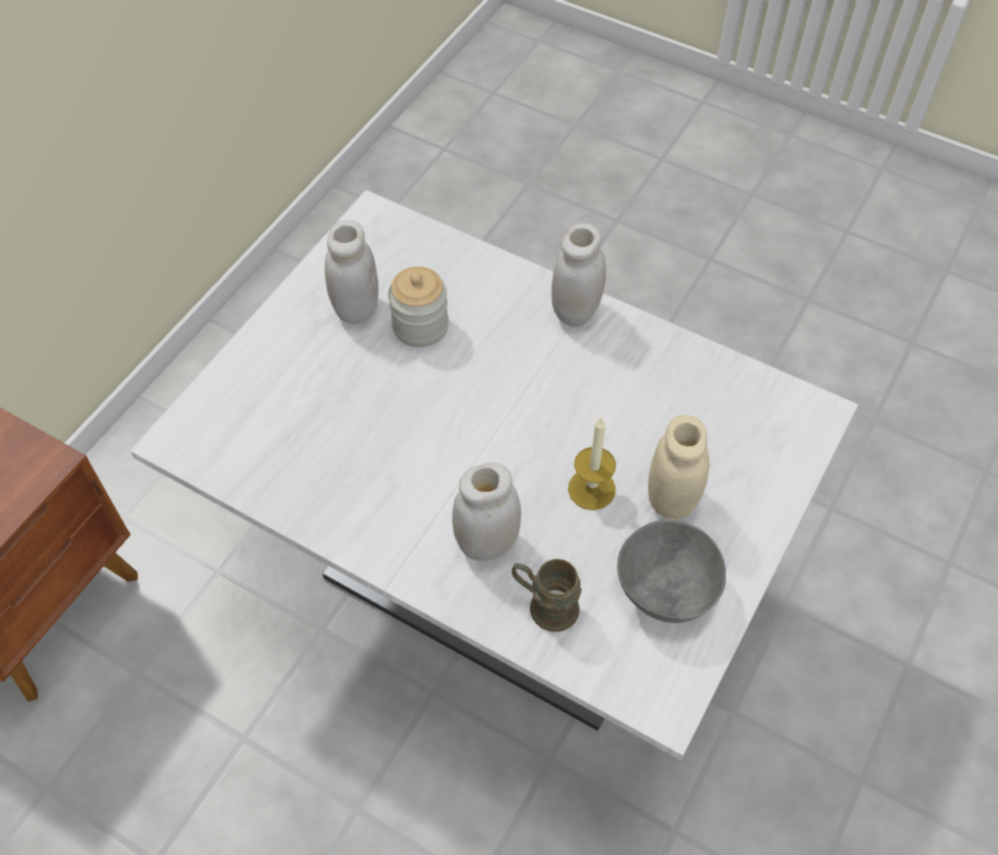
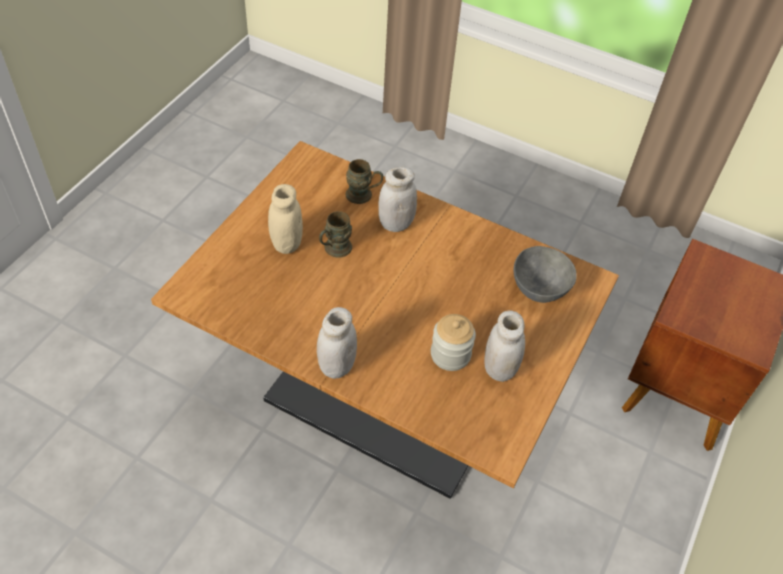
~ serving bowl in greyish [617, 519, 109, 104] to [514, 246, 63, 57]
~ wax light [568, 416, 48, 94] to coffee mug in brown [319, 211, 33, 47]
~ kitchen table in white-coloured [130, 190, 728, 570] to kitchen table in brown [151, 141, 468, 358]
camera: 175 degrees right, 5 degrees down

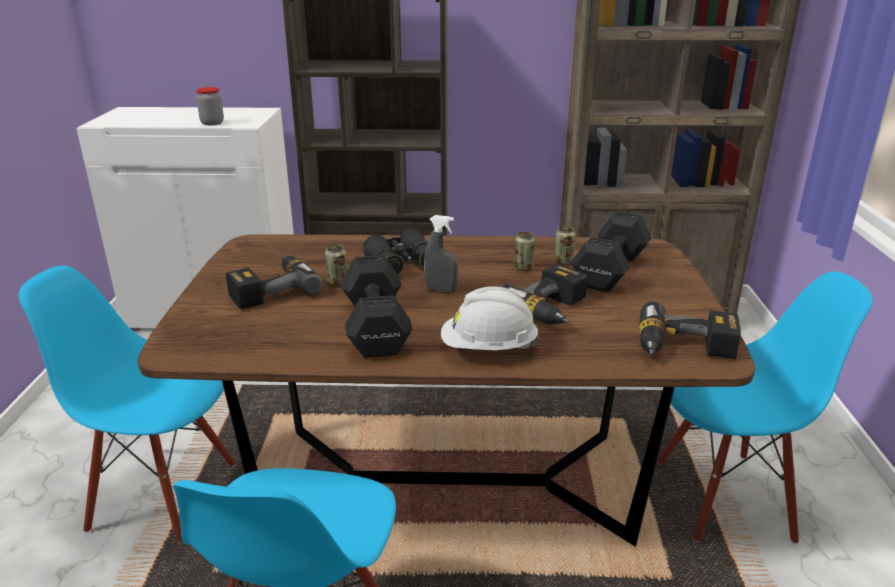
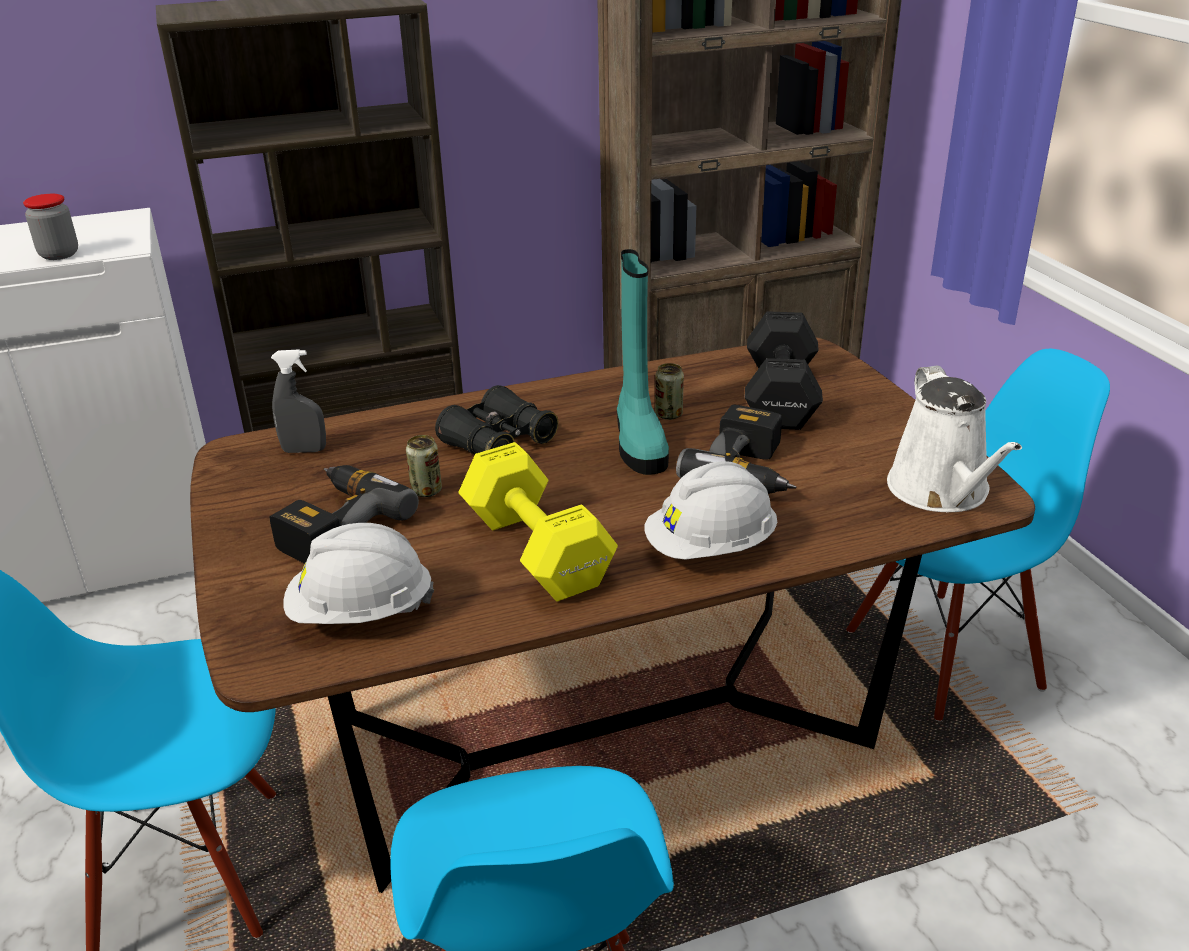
- can [554, 226, 22, 38]
+ safety helmet in white-coloured [283, 523, 151, 101]
+ high-top boot in blue-green [617, 249, 52, 226]
~ spray bottle in greyish [424, 215, 34, 77] to [271, 349, 55, 104]
~ electric drill [639, 301, 102, 58] to watering can in white-coloured [887, 366, 135, 146]
~ free weight in blackish [341, 255, 72, 103] to free weight in yellow [458, 442, 160, 159]
camera: 20 degrees left, 5 degrees up

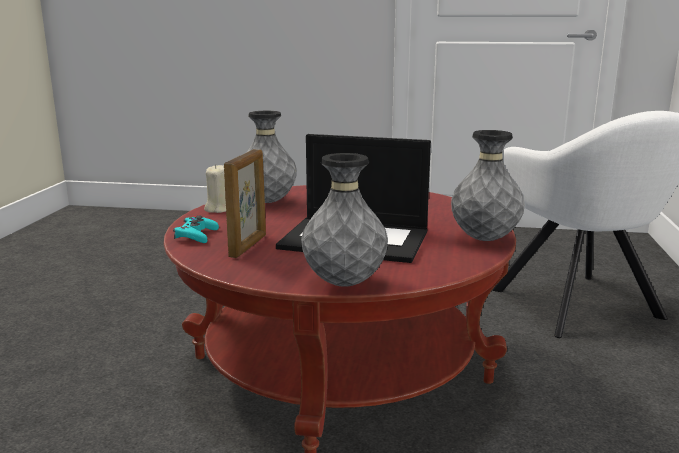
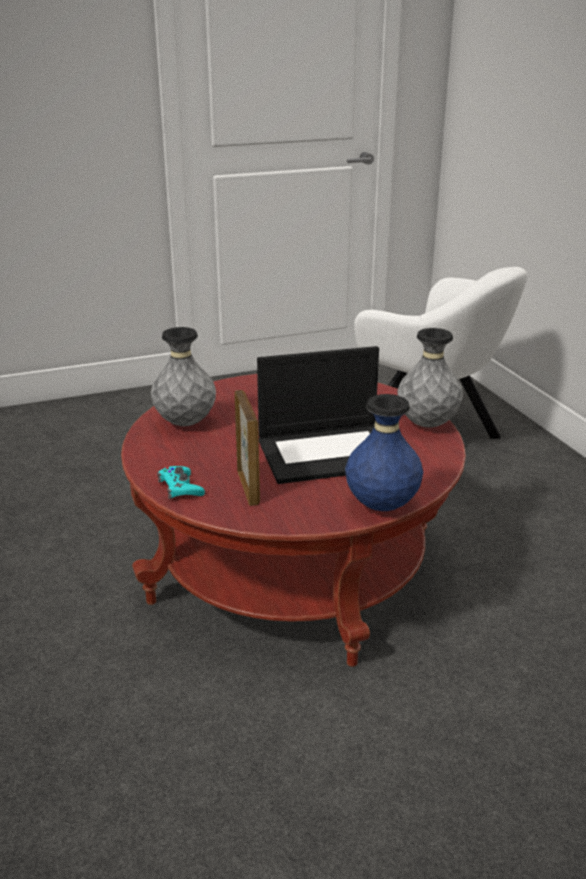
- wax light in sand-coloured [204, 164, 22, 49]
~ vase in greyish [301, 153, 87, 134] to vase in blue-coloured [345, 394, 78, 117]
camera: 30 degrees left, 10 degrees up

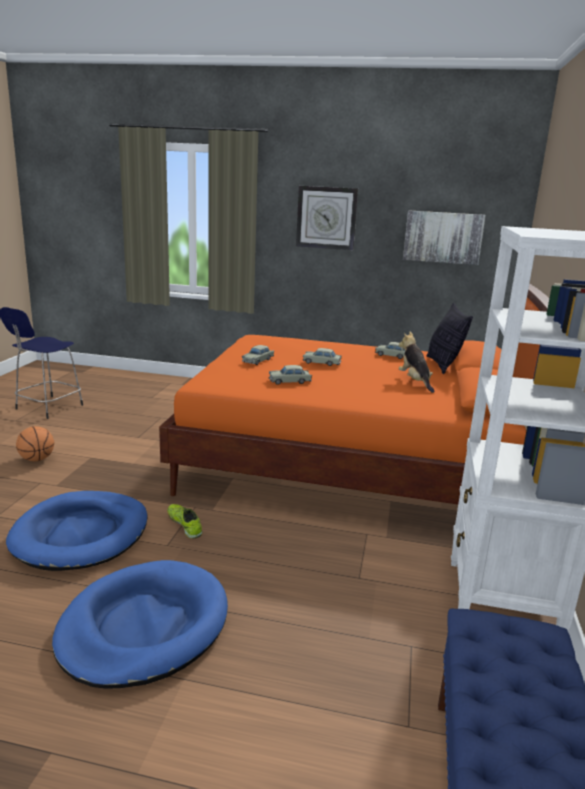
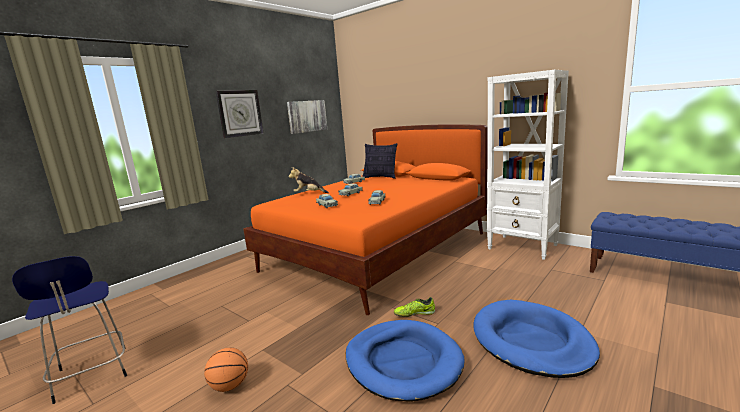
~ cuddly toy [399, 332, 36, 61] to [289, 167, 40, 26]
camera: 60 degrees left, 5 degrees down

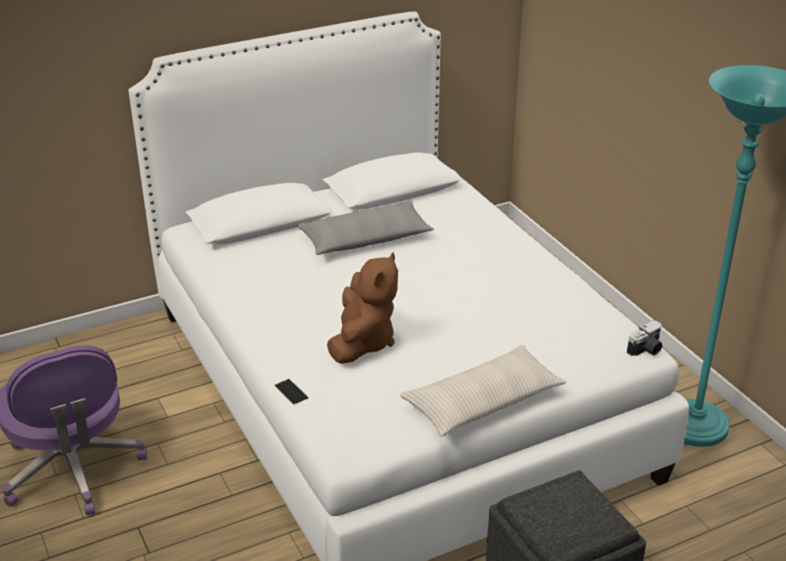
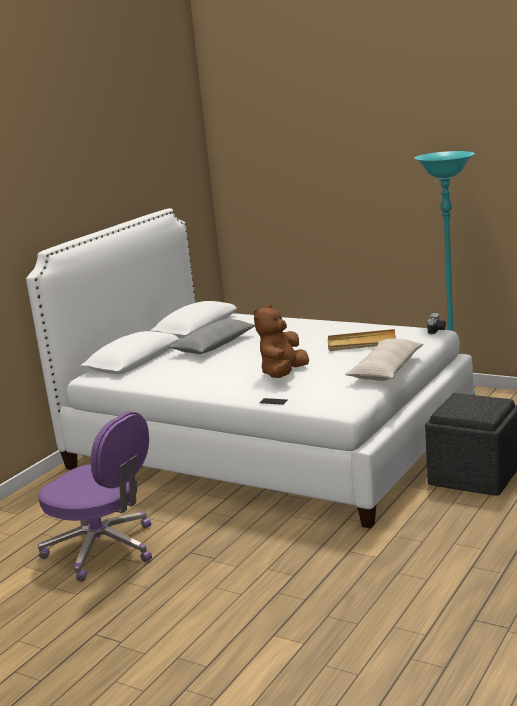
+ carrying tray in sand-coloured [328, 329, 68, 22]
~ cuddly toy in brown [327, 252, 71, 112] = [254, 304, 55, 74] 135 degrees counterclockwise
camera: 30 degrees left, 15 degrees down

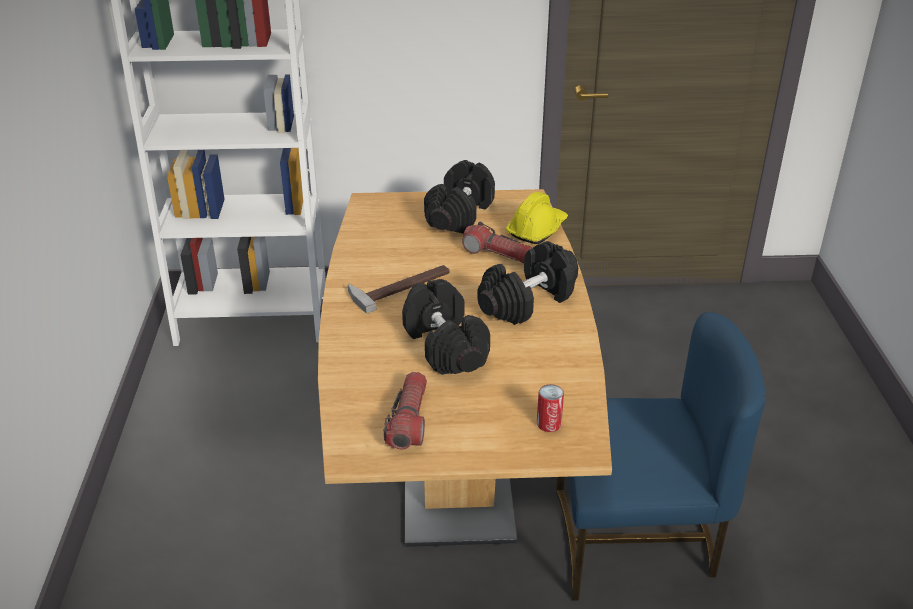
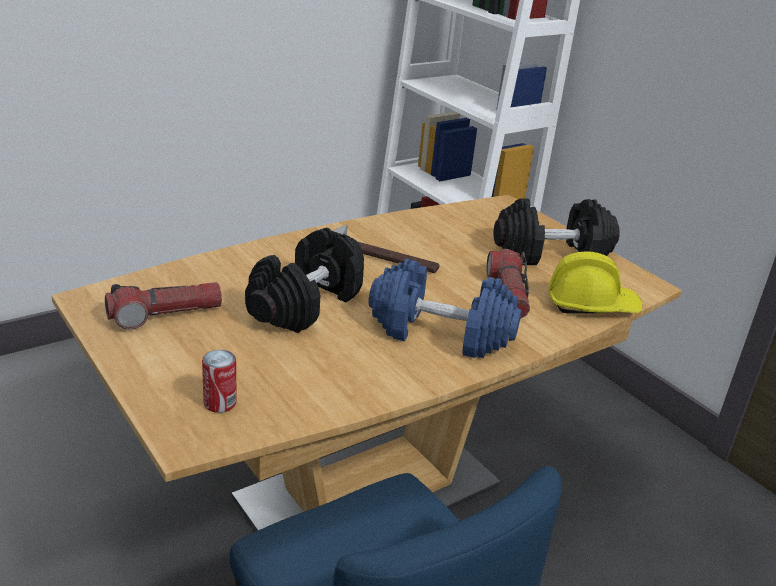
~ free weight in blackish [477, 241, 101, 84] to free weight in blue-coloured [368, 259, 153, 99]
camera: 55 degrees right, 5 degrees down

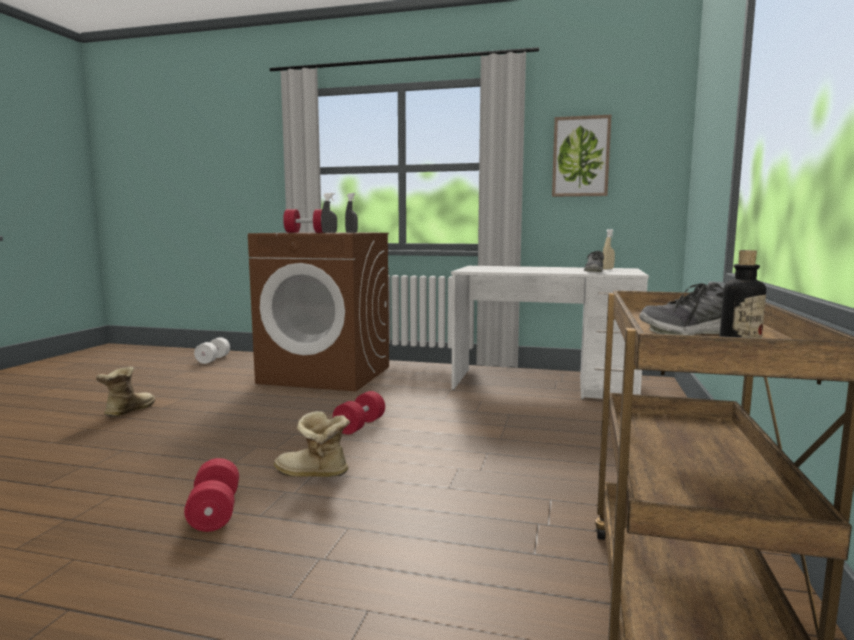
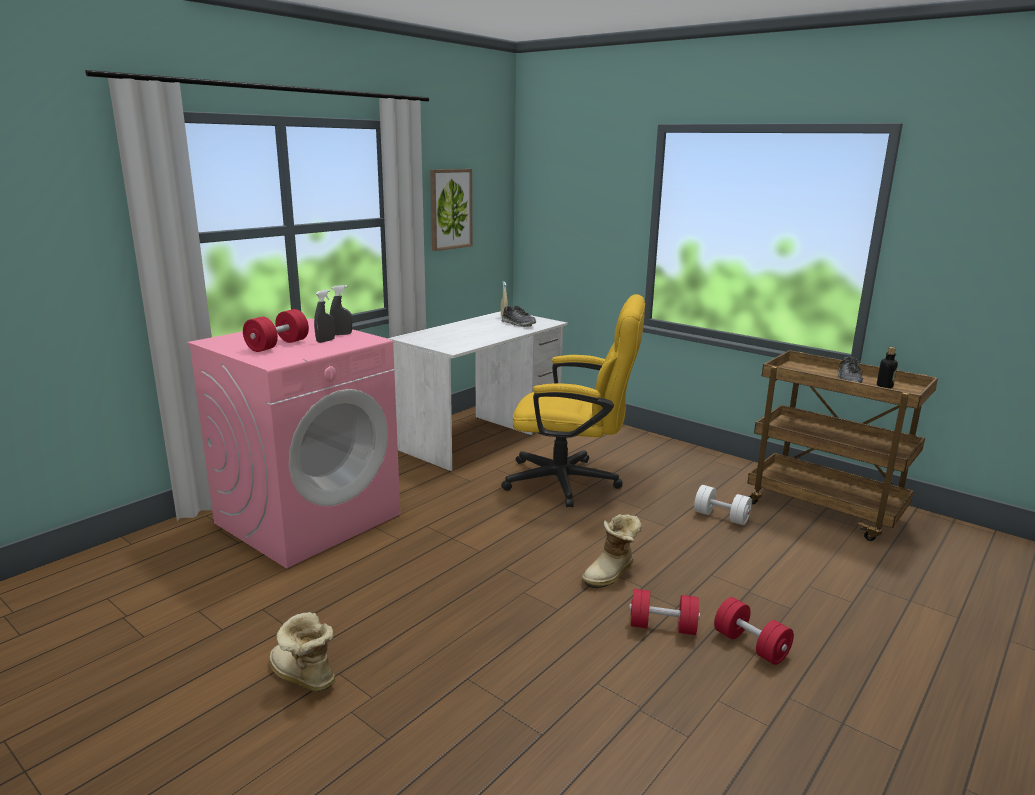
+ desk chair in yellow [501, 294, 144, 213]
~ free weight in white-coloured [194, 337, 36, 27] to [694, 485, 58, 40]
~ free weight in reddish [333, 391, 52, 44] to [714, 597, 80, 68]
~ laundry appliance in brown [248, 232, 141, 160] to laundry appliance in pink-coloured [187, 318, 213, 250]
camera: 65 degrees left, 10 degrees up

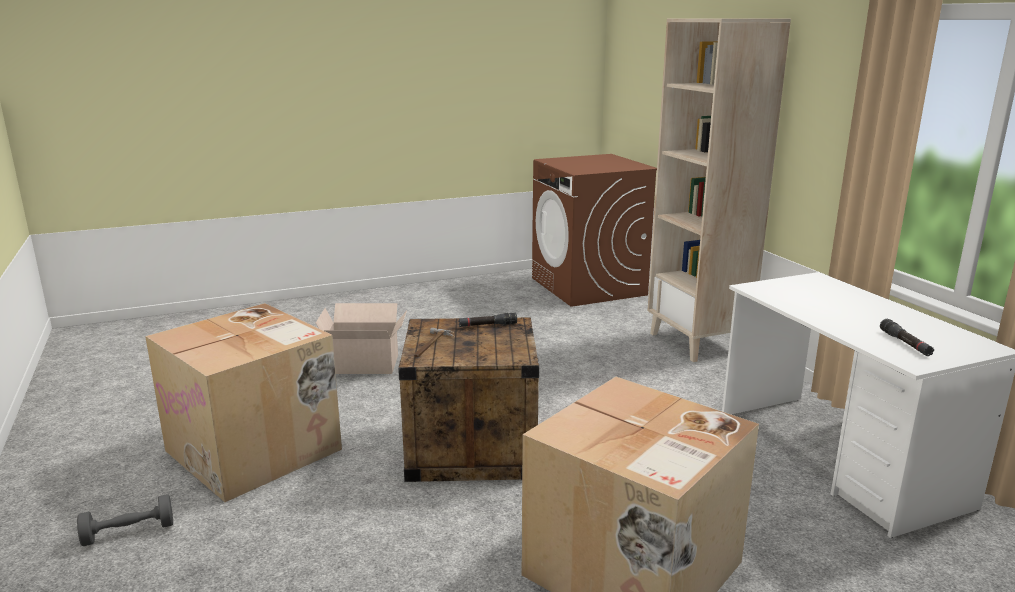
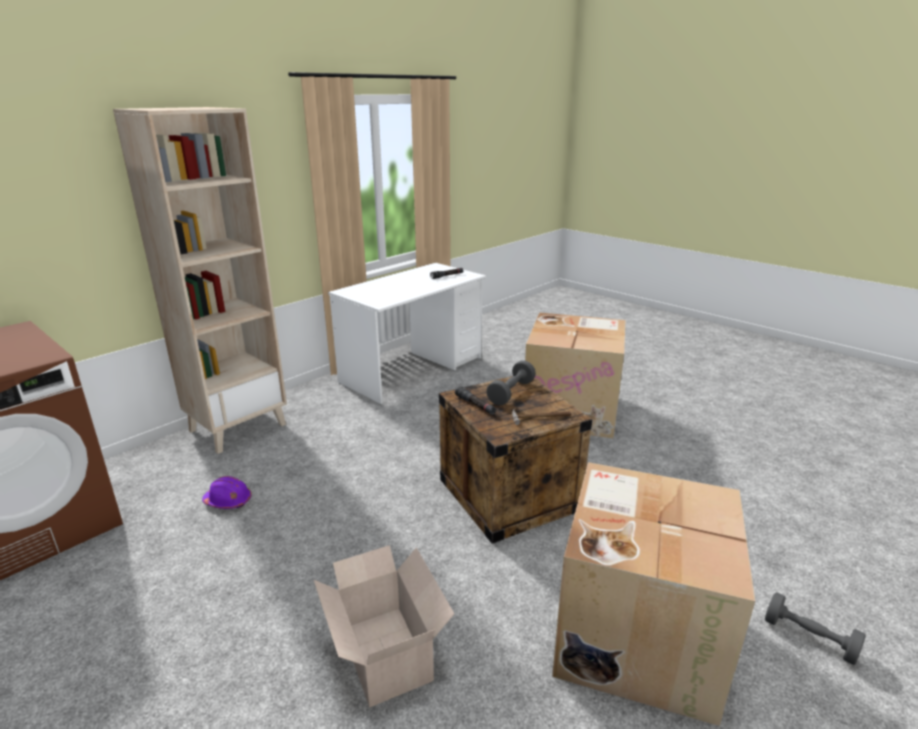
+ safety helmet in purple [202, 476, 50, 33]
+ free weight in greyish [486, 360, 50, 46]
camera: 115 degrees left, 5 degrees up

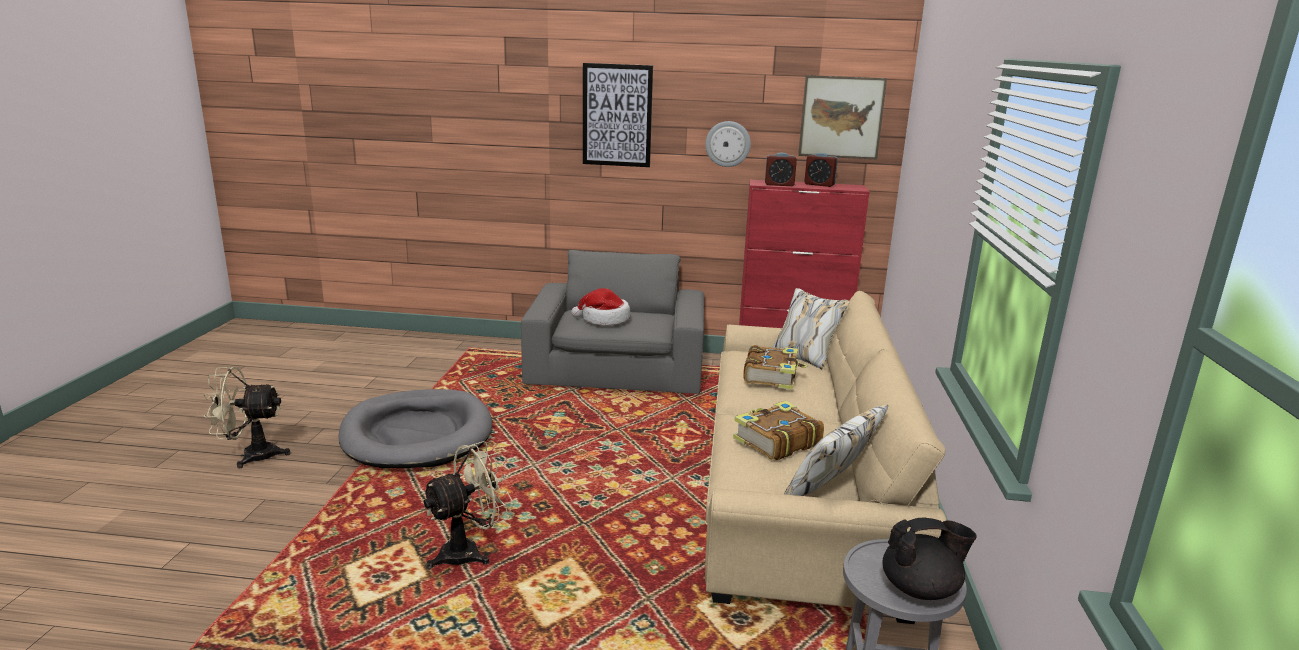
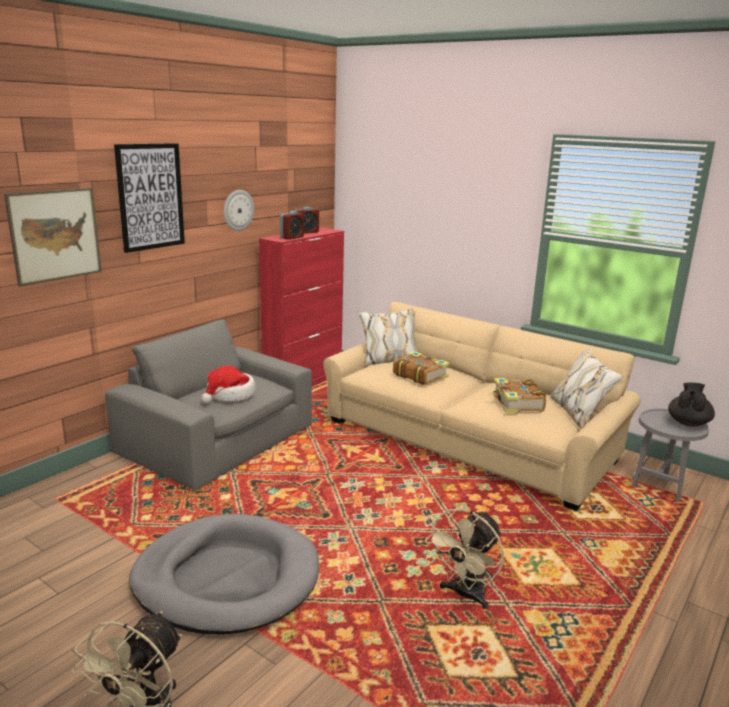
~ picture [798, 75, 89, 84] to [4, 188, 98, 99]
~ electric fan in sand-coloured [422, 441, 91, 128] = [425, 508, 79, 101] 135 degrees counterclockwise
camera: 60 degrees left, 0 degrees up

